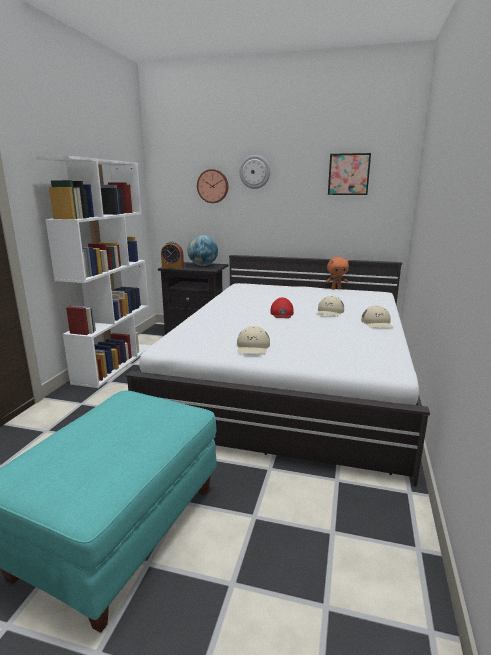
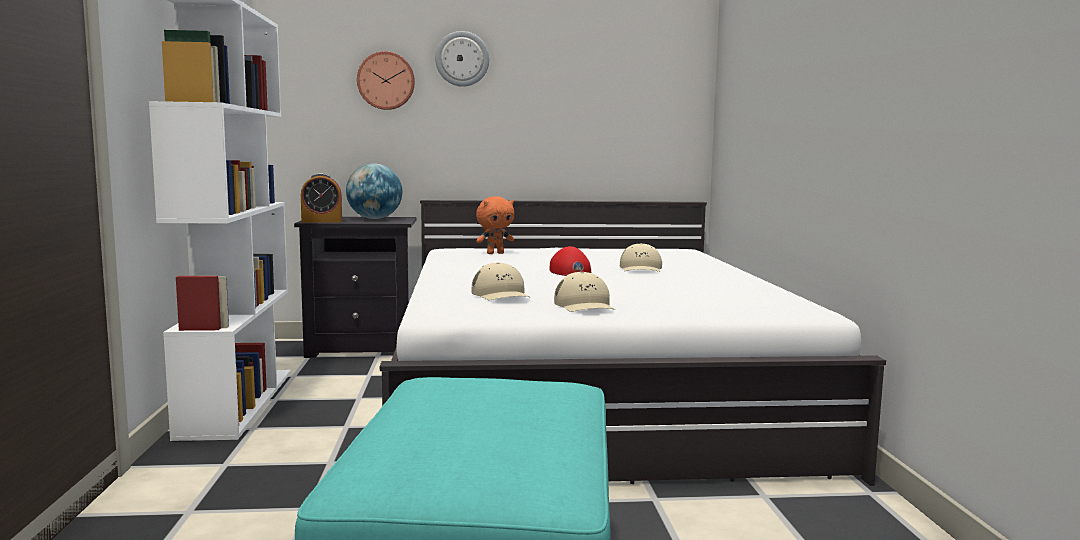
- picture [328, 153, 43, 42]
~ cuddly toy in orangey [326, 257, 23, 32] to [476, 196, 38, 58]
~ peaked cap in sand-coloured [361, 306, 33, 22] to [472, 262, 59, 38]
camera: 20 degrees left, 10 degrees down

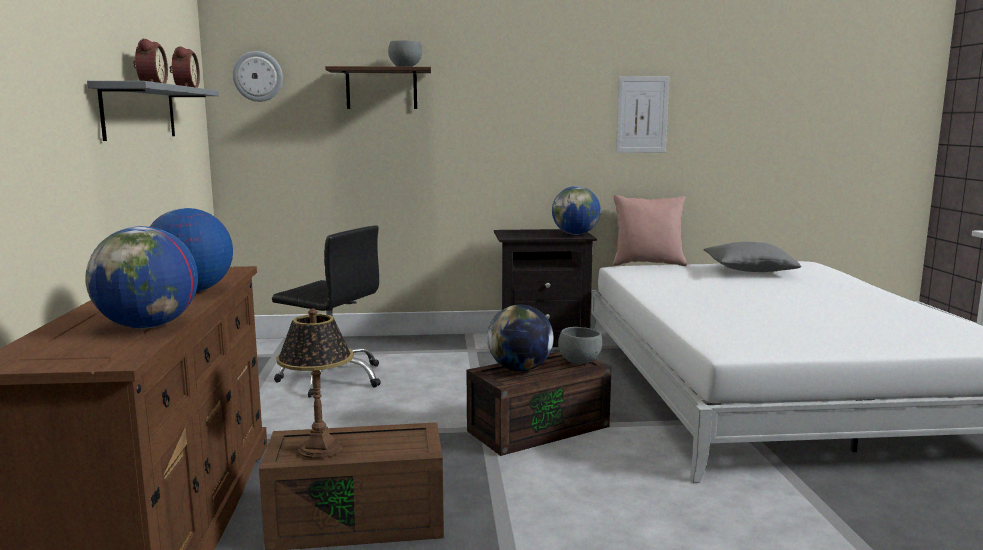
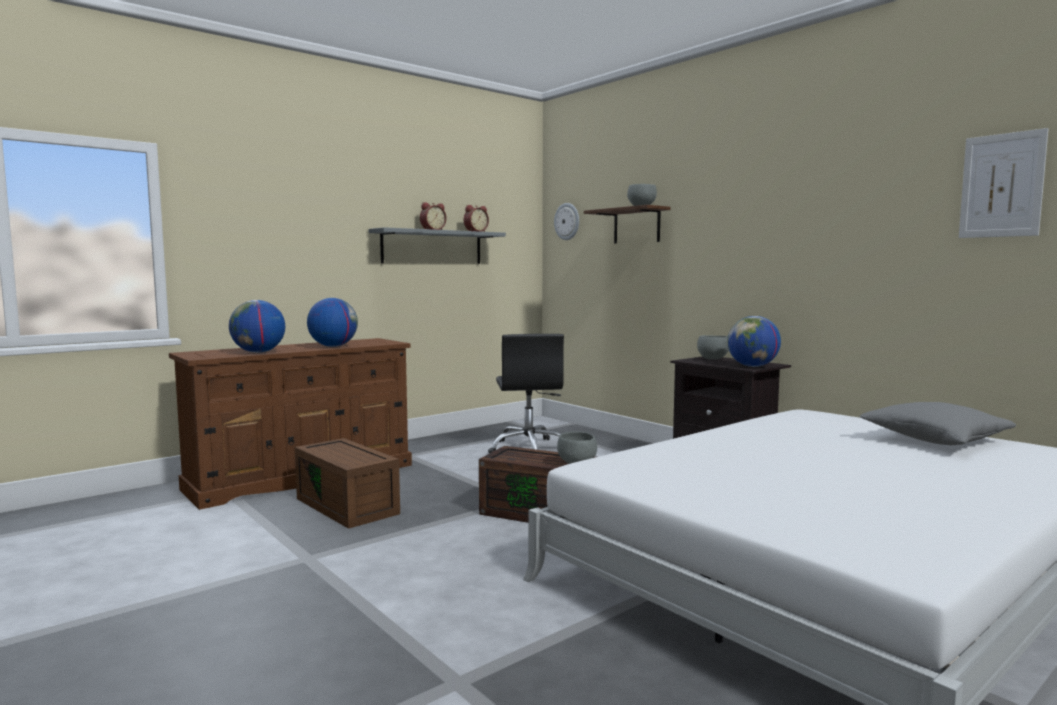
- tabletop lamp [276, 308, 78, 151]
- world globe [487, 305, 67, 66]
- cushion in pink-coloured [613, 195, 74, 71]
+ serving bowl in greyish [697, 335, 32, 25]
~ picture [616, 76, 53, 77] to [959, 128, 90, 110]
camera: 55 degrees right, 5 degrees down

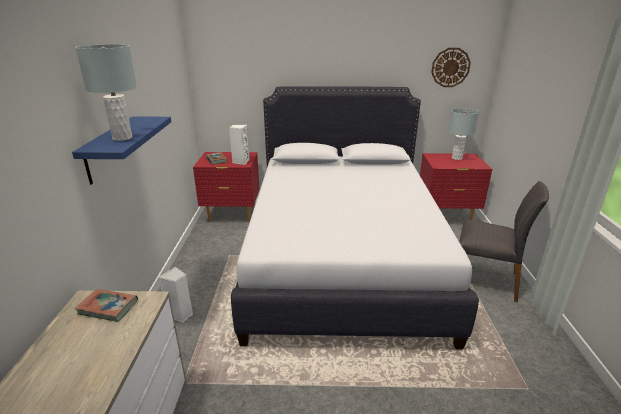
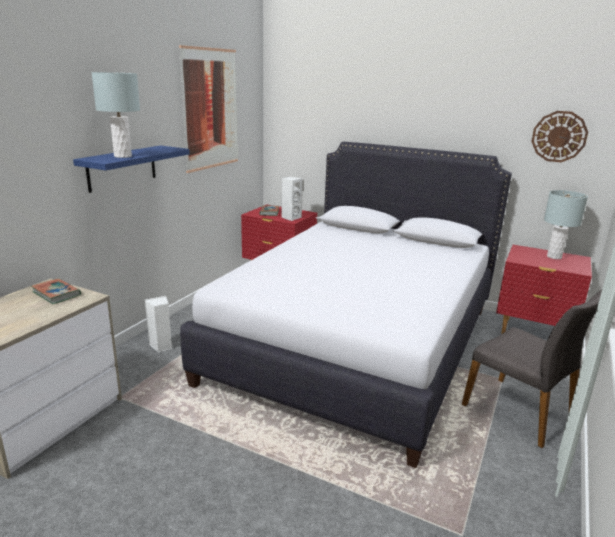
+ picture [179, 45, 59, 128]
camera: 25 degrees right, 5 degrees down

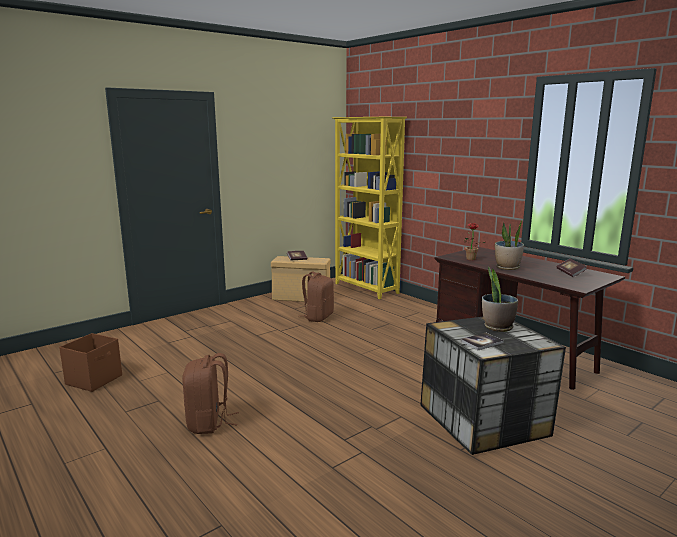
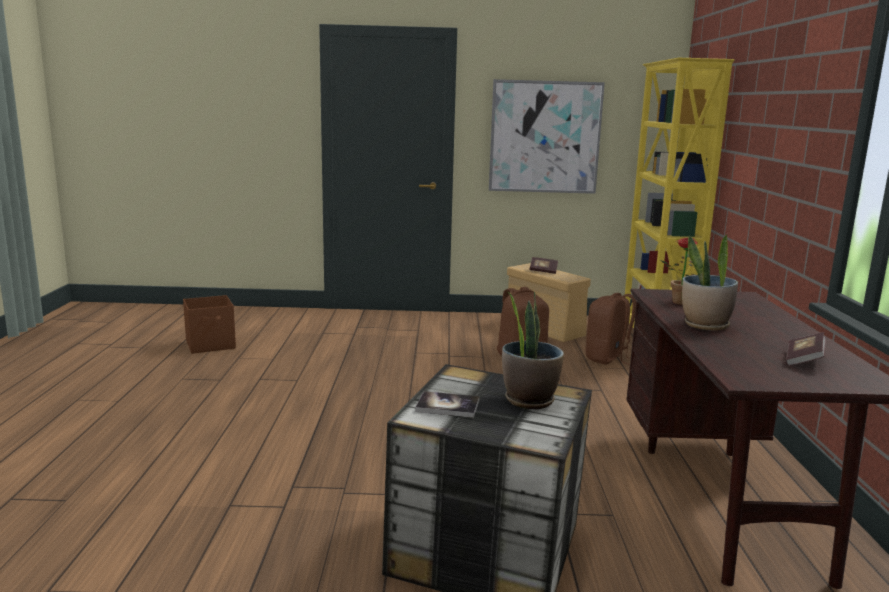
+ picture [489, 79, 116, 115]
~ knapsack in brown [182, 353, 57, 81] to [586, 293, 50, 72]
camera: 40 degrees right, 0 degrees up

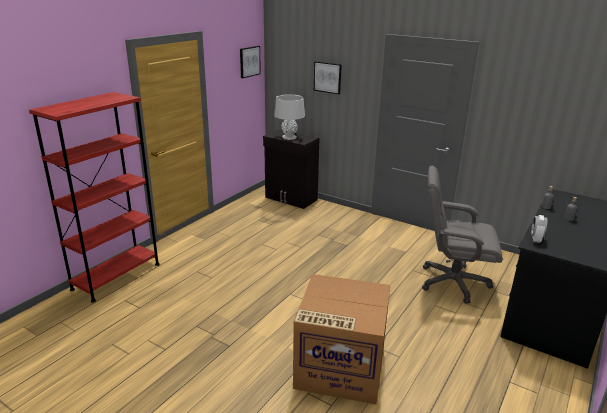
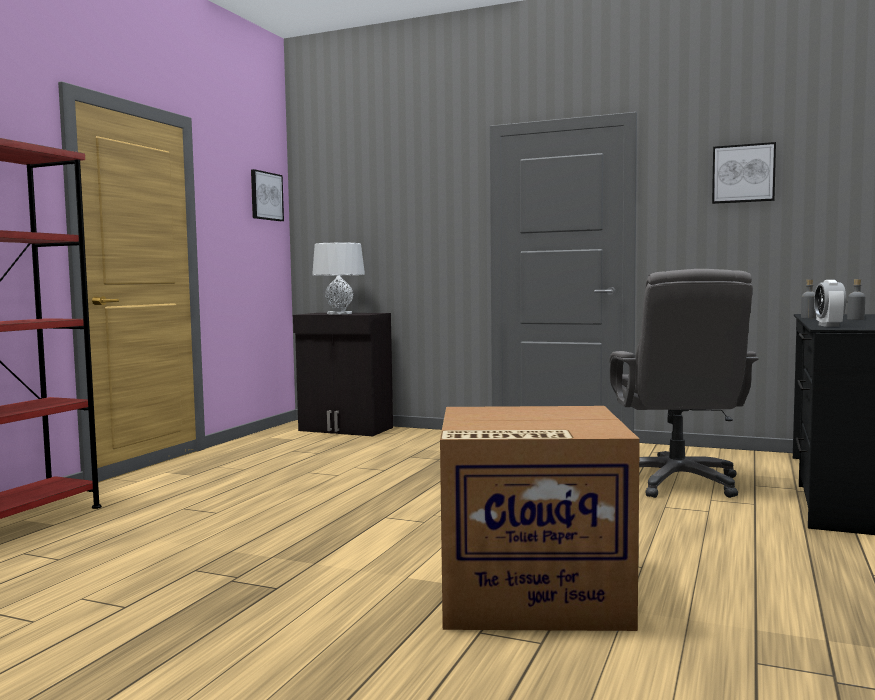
~ picture [314, 61, 28, 33] to [712, 142, 64, 62]
~ desk chair in greyish [422, 166, 81, 138] = [609, 269, 150, 229] 90 degrees counterclockwise
camera: 10 degrees left, 20 degrees down

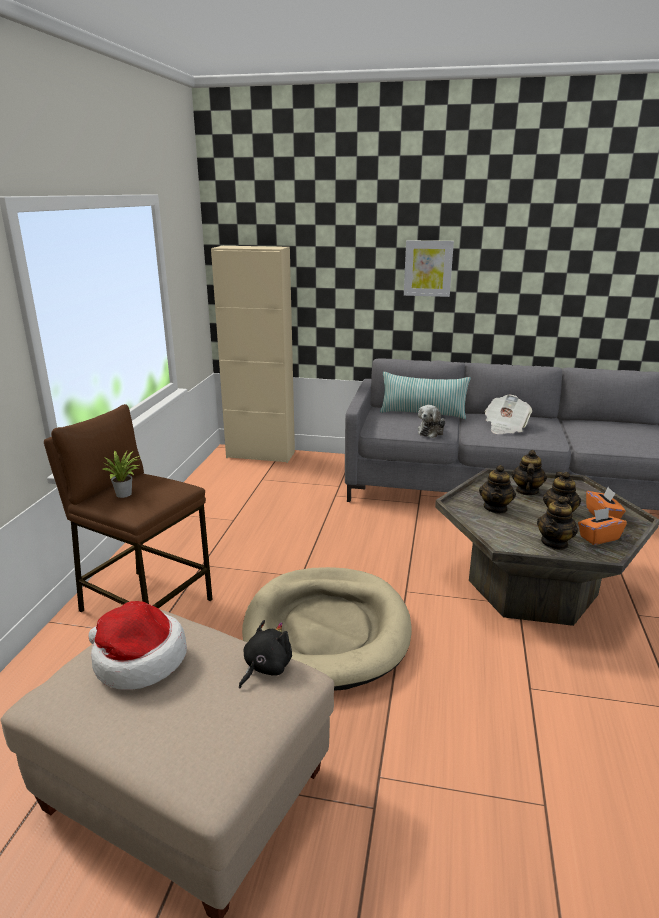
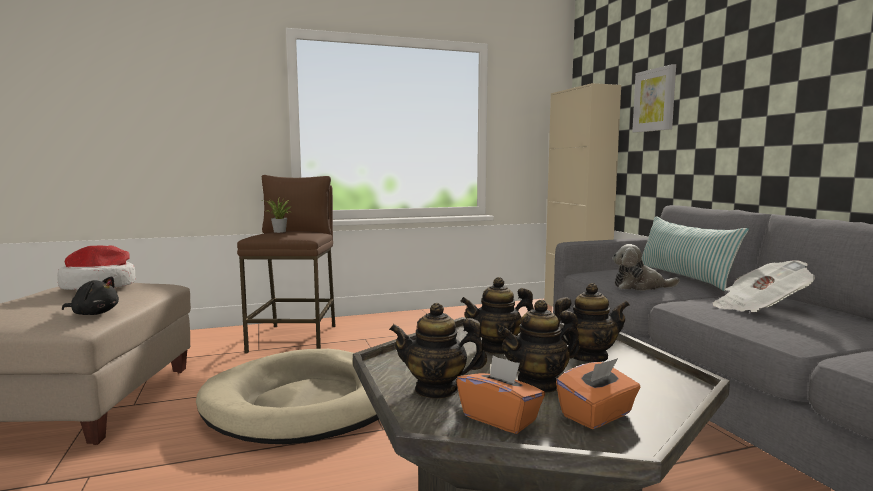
~ picture [404, 240, 50, 57] to [632, 64, 44, 69]
camera: 60 degrees right, 15 degrees down

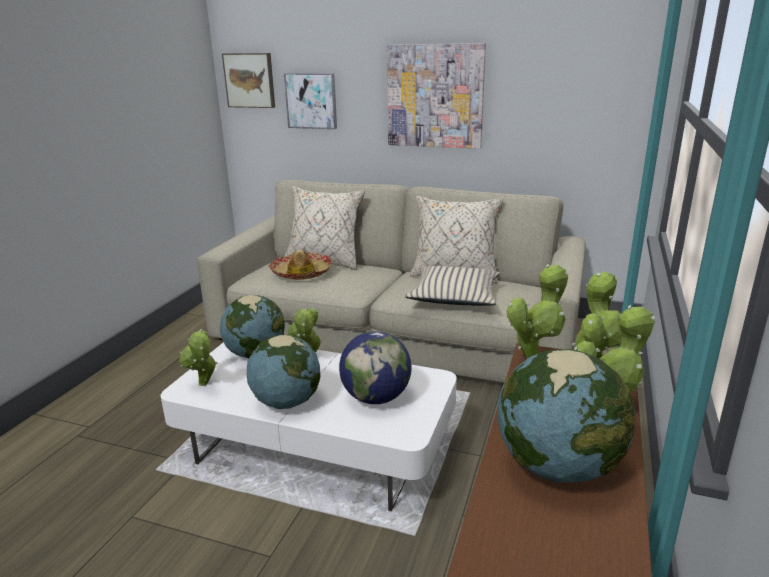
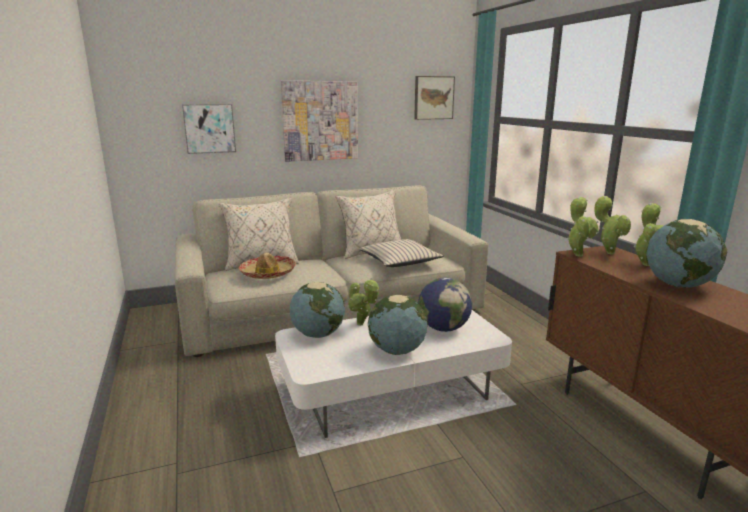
- houseplant [179, 329, 39, 57]
~ picture [222, 53, 53, 55] to [414, 76, 41, 44]
camera: 40 degrees left, 5 degrees down

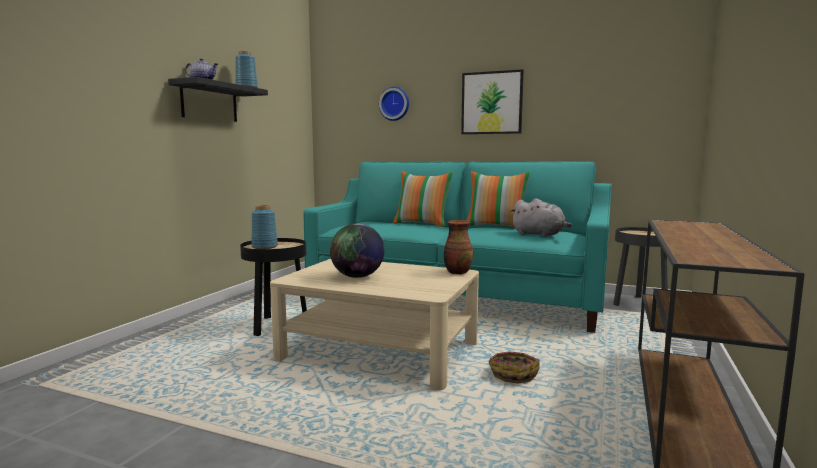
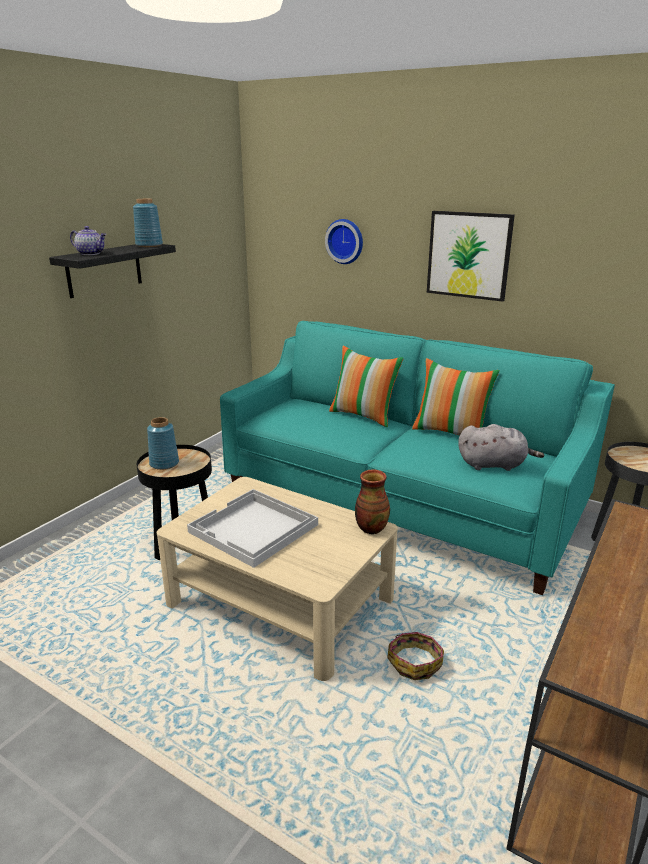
~ world globe [330, 223, 54, 55] to carrying tray in white-coloured [187, 489, 131, 79]
~ cuddly toy in greyish [510, 198, 62, 39] = [458, 424, 86, 47] 45 degrees counterclockwise
camera: 10 degrees right, 15 degrees up

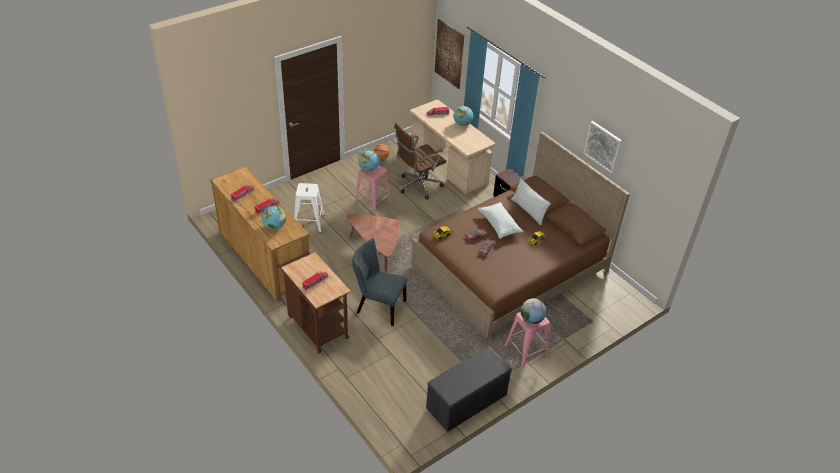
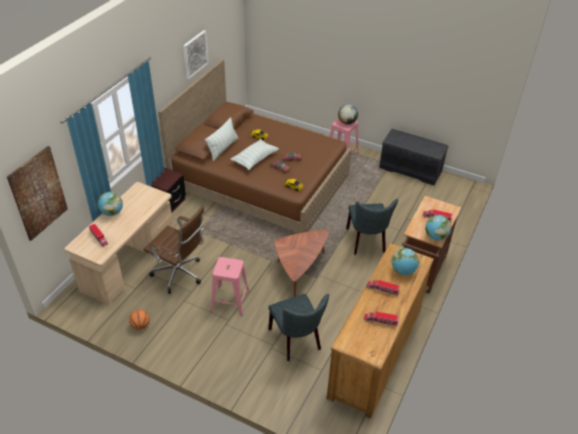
~ world globe [358, 151, 21, 21] to [425, 215, 26, 25]
~ sitting stool in white-coloured [294, 183, 31, 50] to plain chair in greyish [269, 294, 60, 67]
camera: 115 degrees left, 0 degrees up

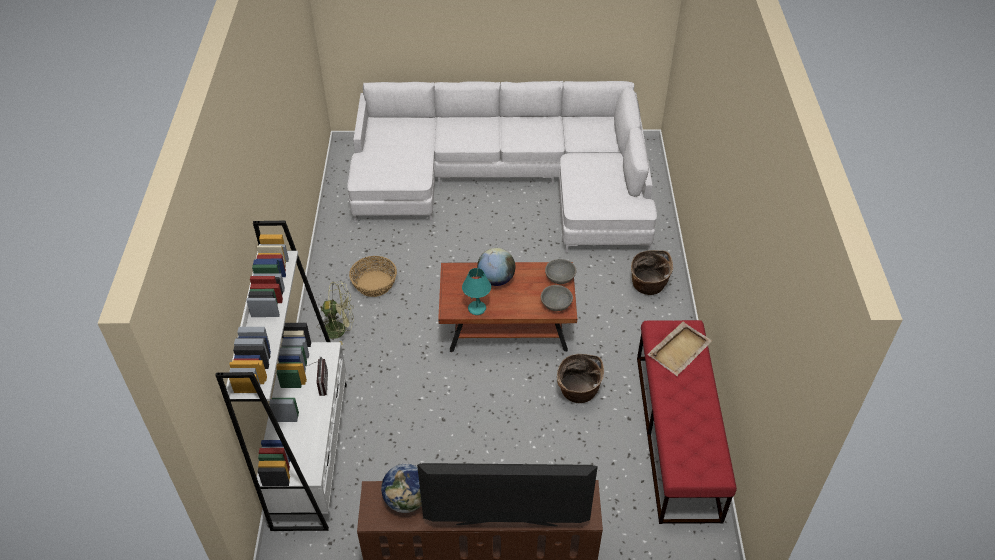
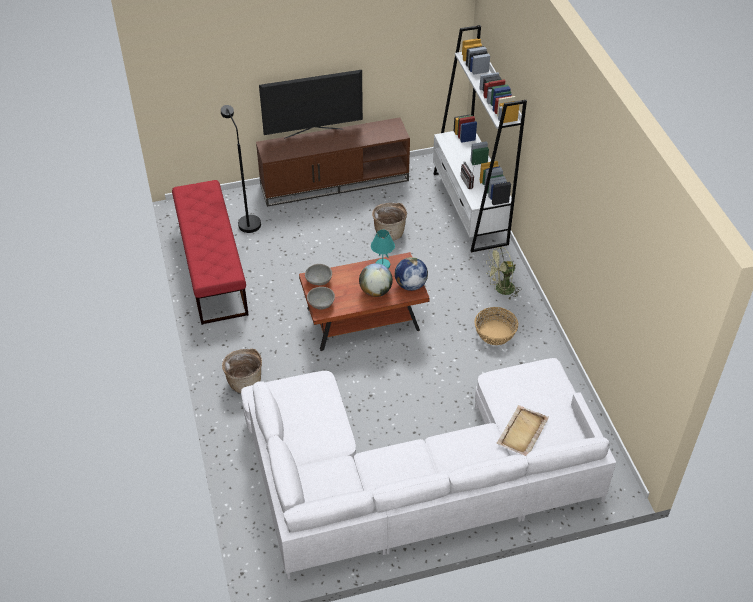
+ standard lamp in blackish [221, 105, 40, 128]
~ world globe [381, 464, 41, 49] to [395, 257, 33, 34]
~ basket [557, 354, 47, 49] to [372, 203, 35, 37]
~ carrying tray in sand-coloured [647, 322, 65, 54] to [497, 405, 52, 51]
camera: 165 degrees right, 0 degrees up

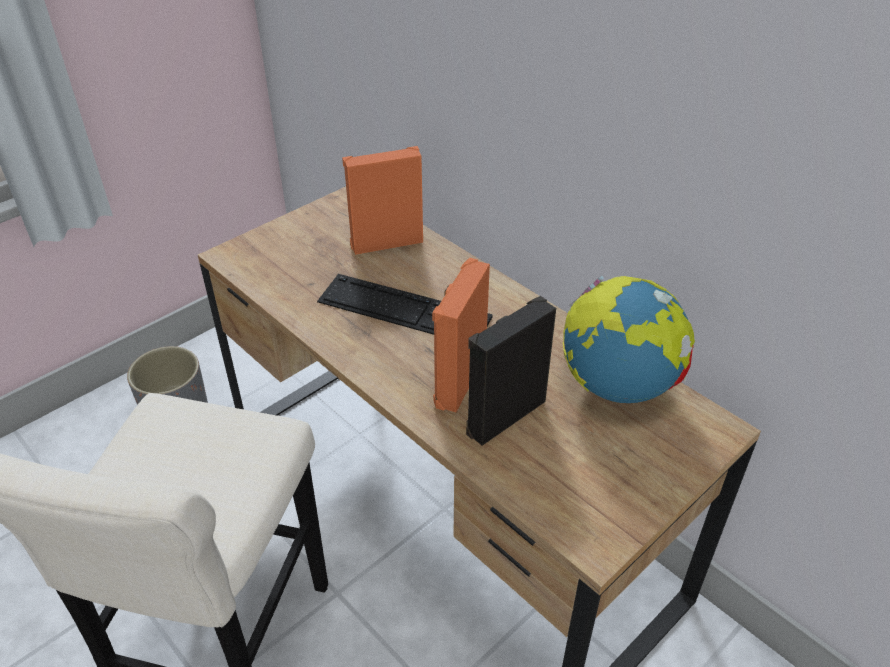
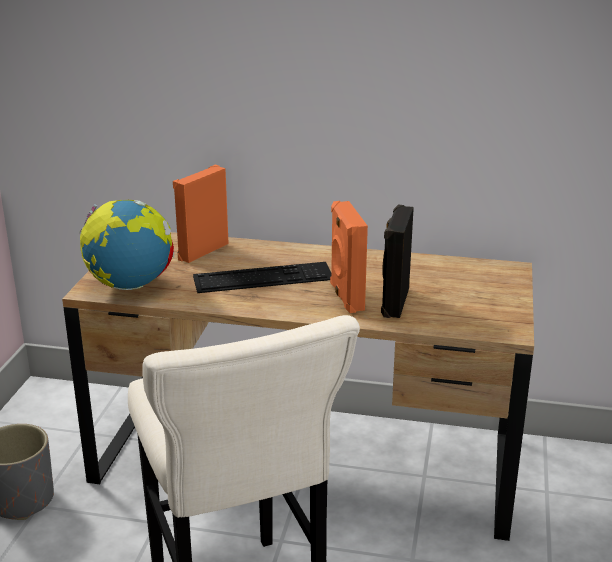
~ world globe [563, 276, 132, 127] to [79, 200, 95, 90]
camera: 35 degrees left, 15 degrees down

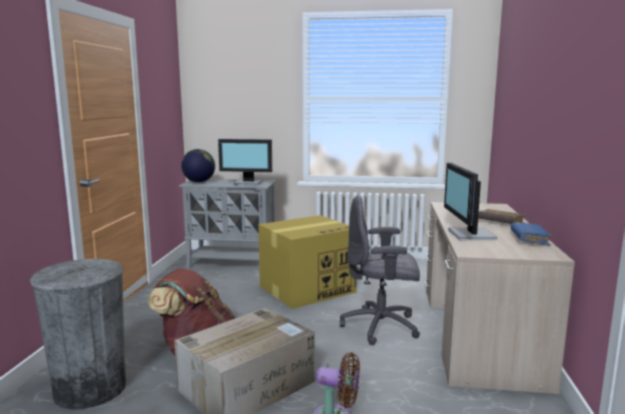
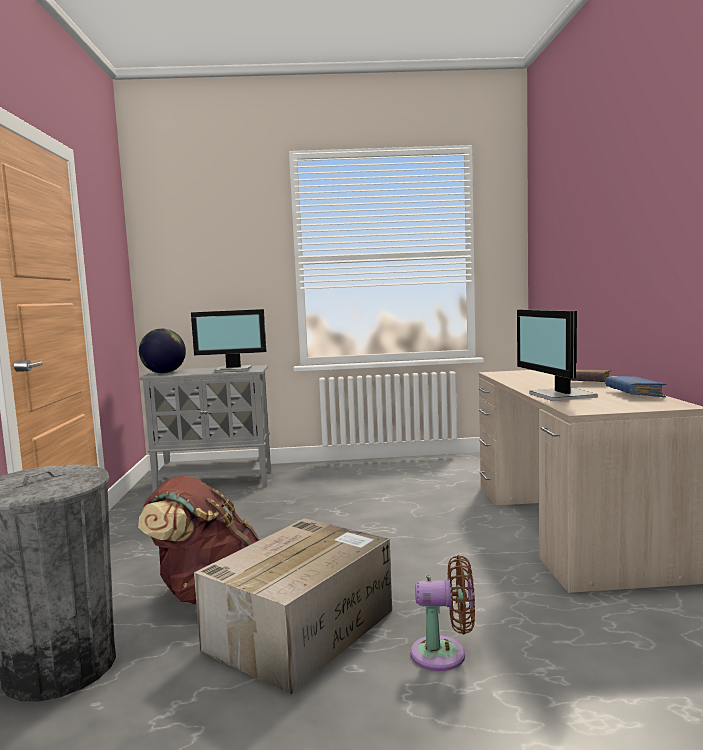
- packing box [258, 215, 99, 94]
- desk chair in greyish [340, 196, 80, 149]
camera: 10 degrees left, 5 degrees down

